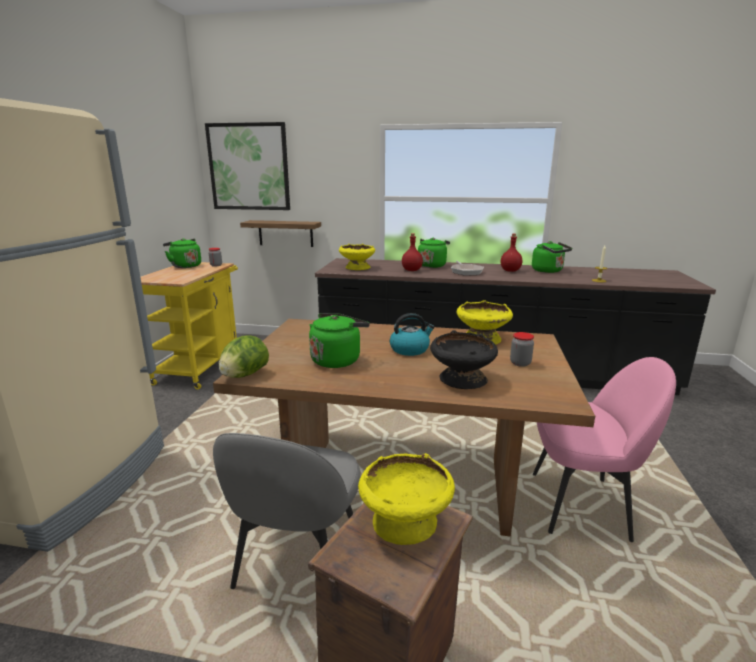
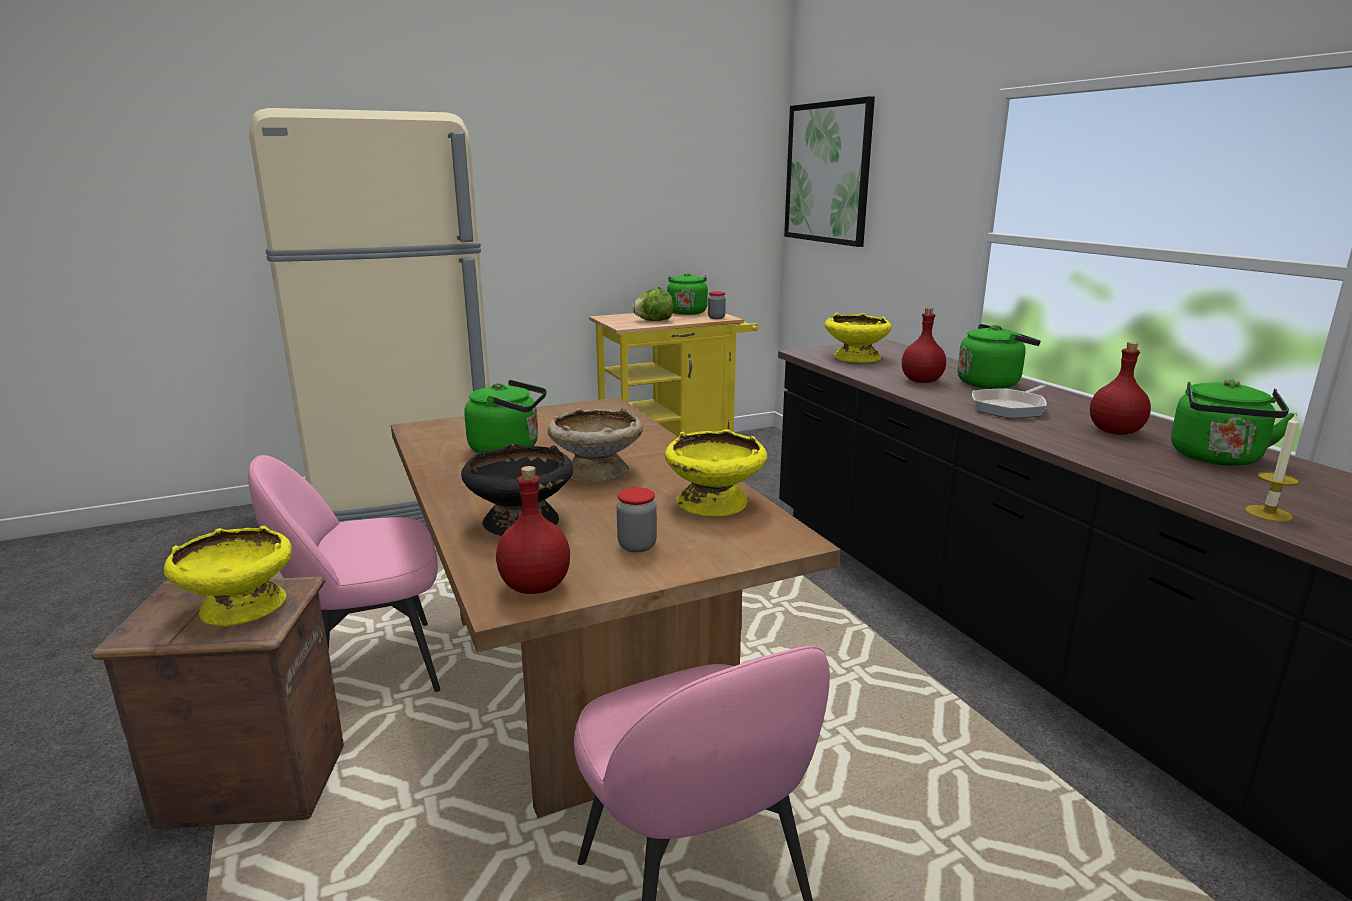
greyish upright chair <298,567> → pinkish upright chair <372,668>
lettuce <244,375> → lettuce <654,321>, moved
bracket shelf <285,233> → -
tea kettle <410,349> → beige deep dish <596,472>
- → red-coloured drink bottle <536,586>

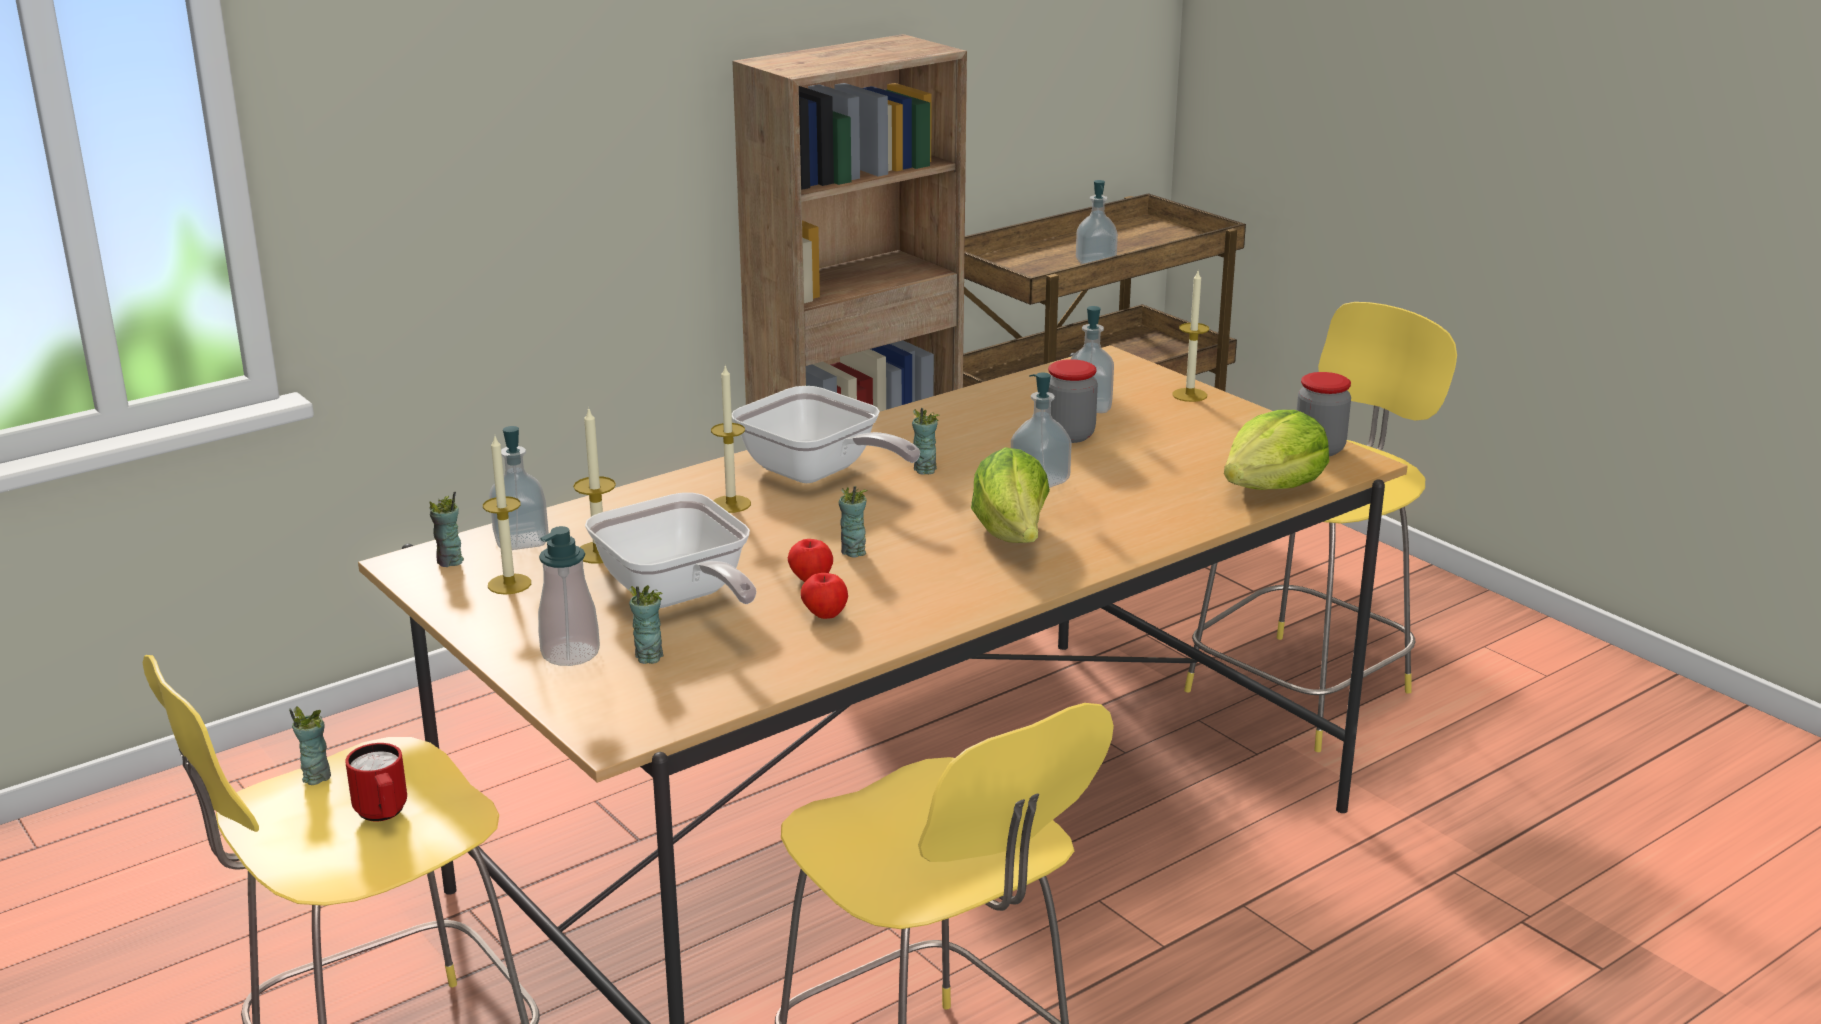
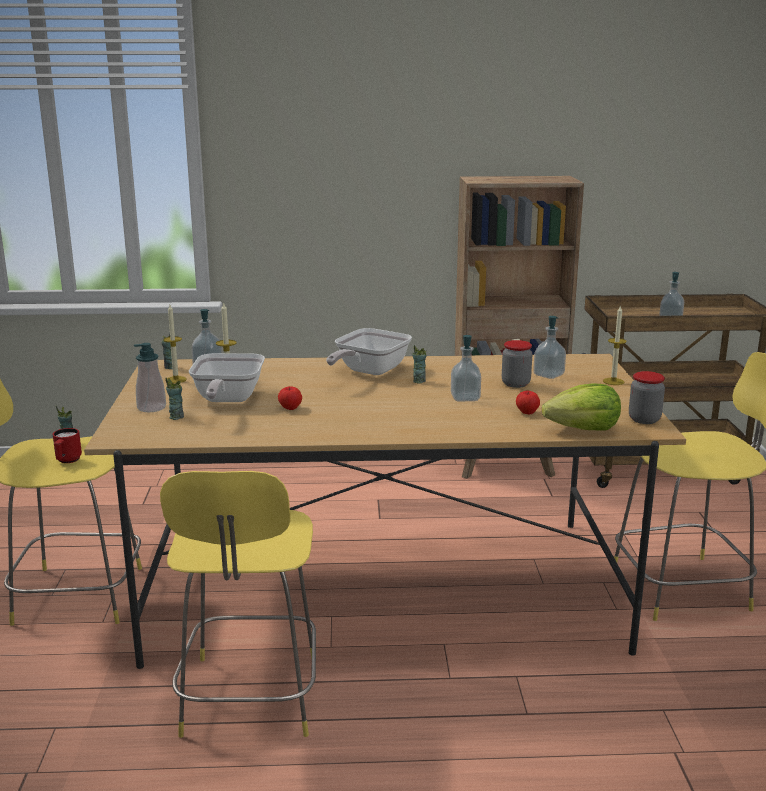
wax candle <731,504> → -
skillet <817,474> → skillet <368,372>, 45 degrees clockwise
whole apple <824,615> → whole apple <527,412>, moved
drinking cup <853,551> → -
lettuce <1013,537> → -

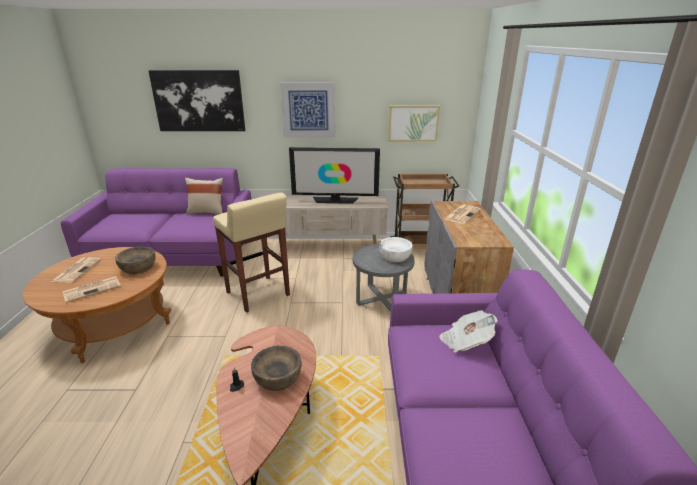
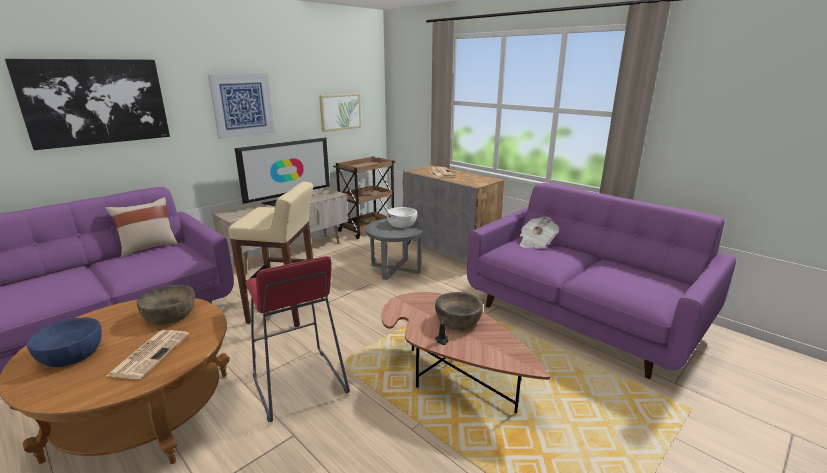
newspaper <77,270> → blue-coloured deep dish <71,354>
- → red-coloured sitting stool <298,384>

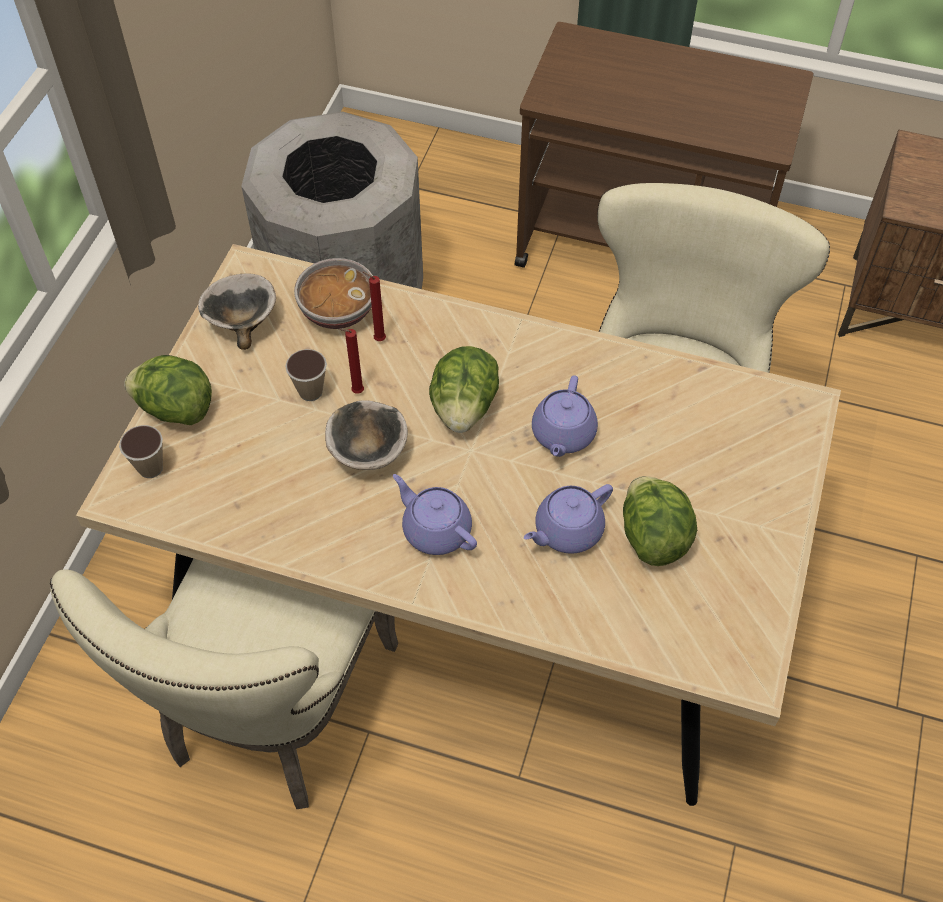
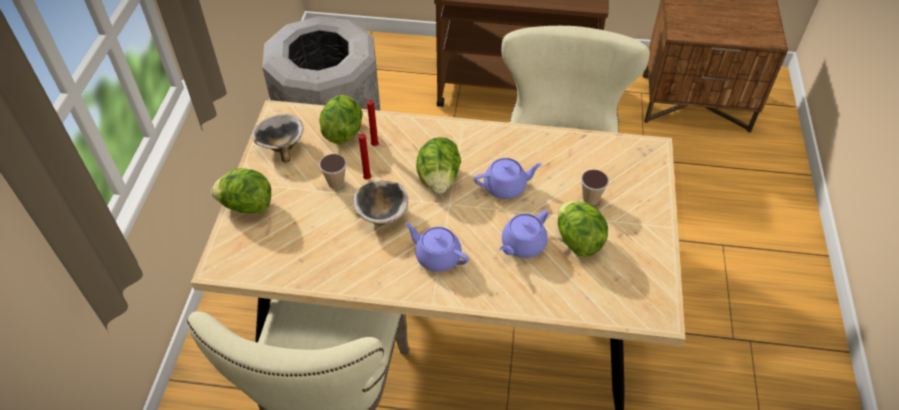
drinking cup <150,468> → drinking cup <590,198>, moved
deep dish <337,311> → lettuce <343,131>
purple pot for tea <563,434> → purple pot for tea <506,187>, 105 degrees counterclockwise

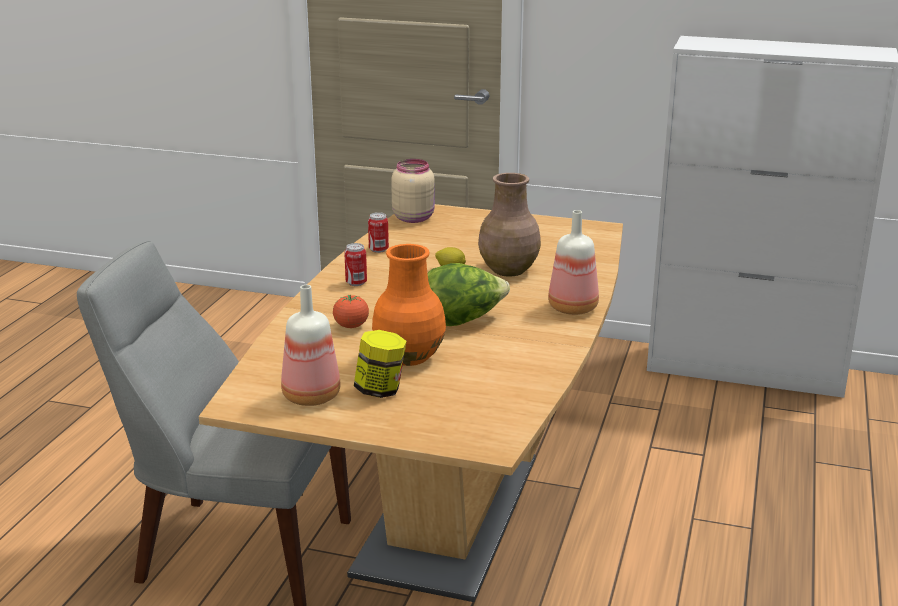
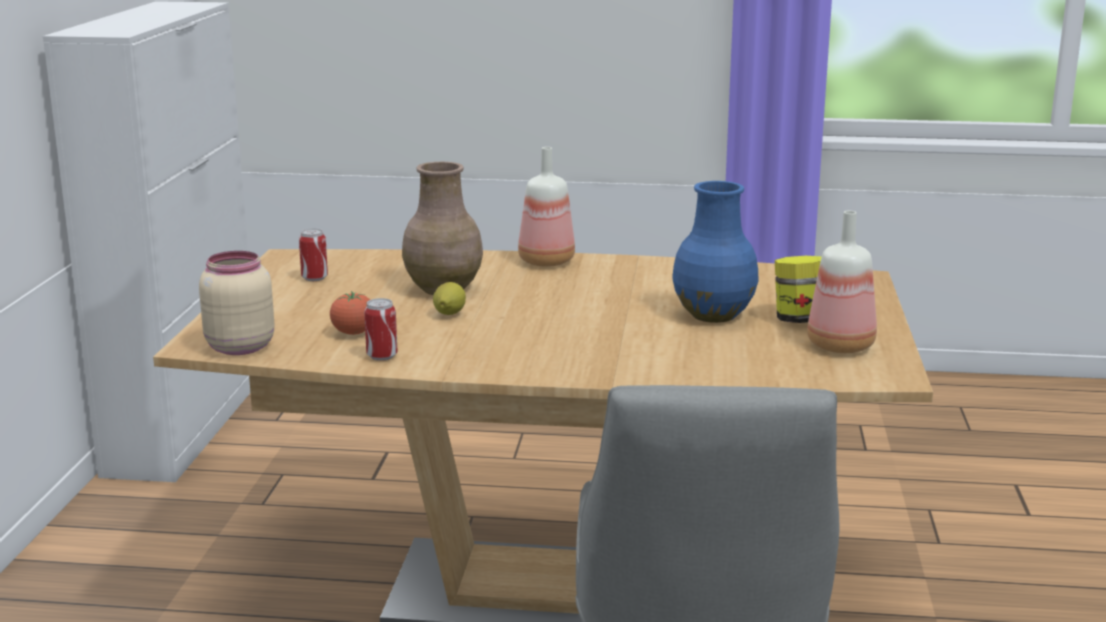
fresh tomato <351,326> → fresh tomato <353,333>, moved
metal can <356,283> → metal can <314,278>, moved
orangey decorative vase <410,356> → blue-coloured decorative vase <712,315>
lettuce <462,320> → -

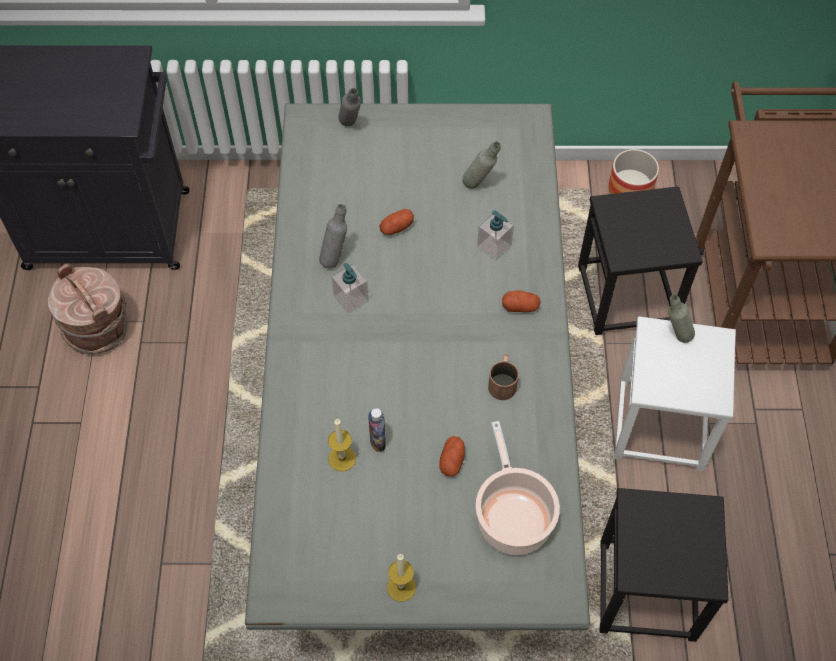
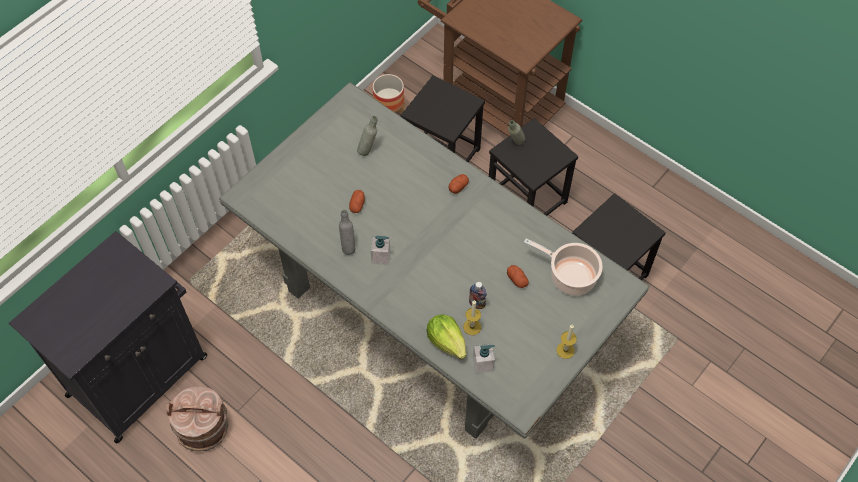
greyish drink bottle <351,127> → -
liquid soap bottle <494,247> → liquid soap bottle <483,364>, moved
brown tea mug <503,381> → -
white-coloured sitting stool <661,425> → black-coloured sitting stool <527,199>
- → lettuce <447,341>

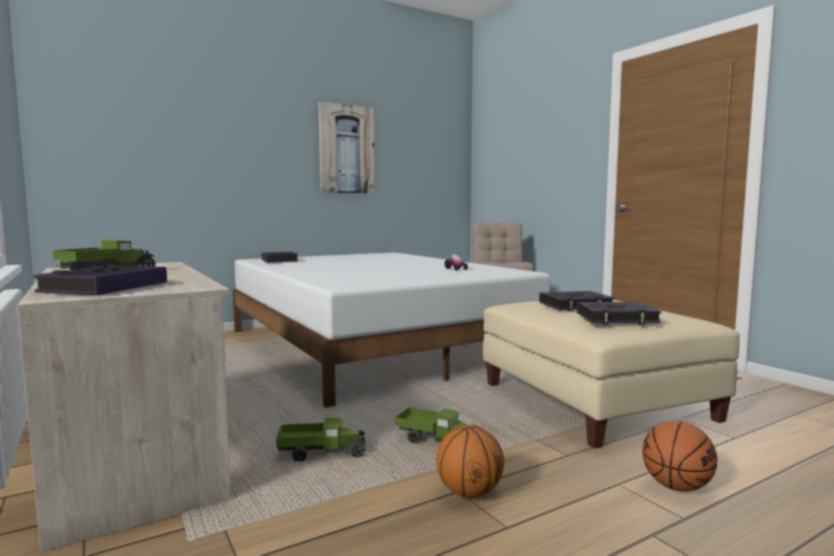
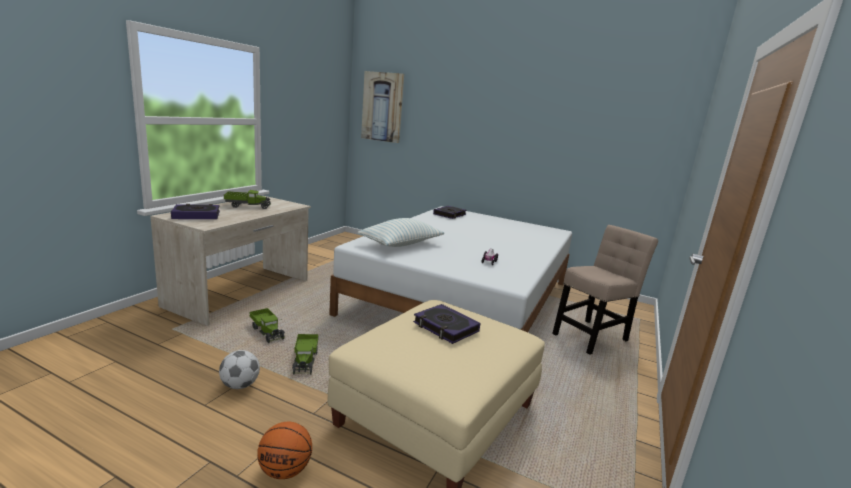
wall art <346,149> → wall art <382,107>, moved
basketball <469,493> → football ball <240,385>
volume <616,319> → -
- → pillow <401,244>

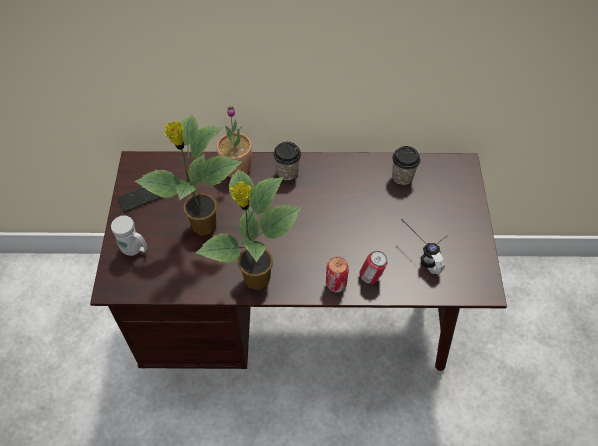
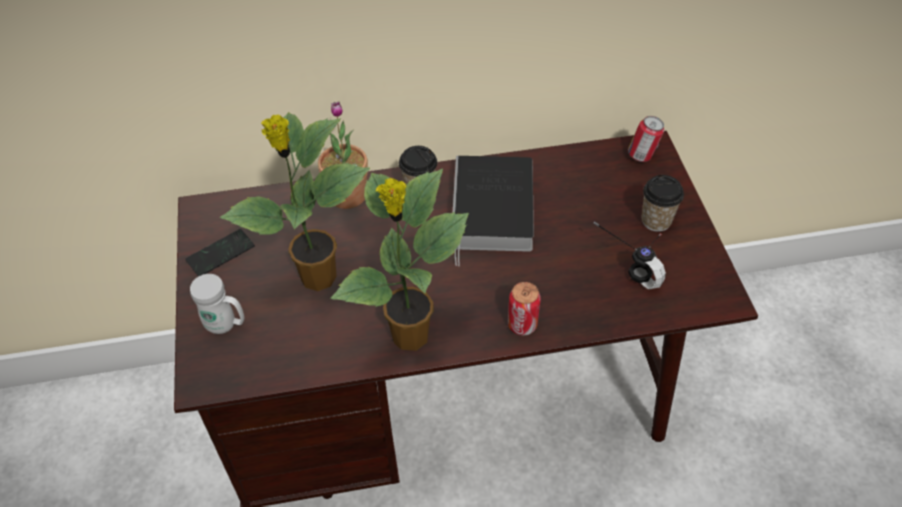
metal can <371,277> → metal can <642,156>, moved
drinking cup <402,177> → drinking cup <656,220>, moved
- → volume <493,212>

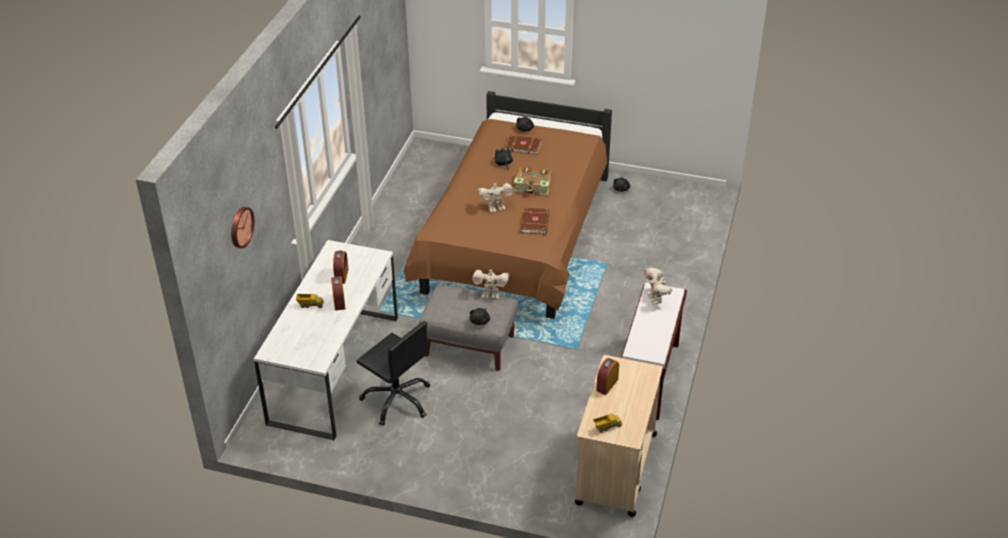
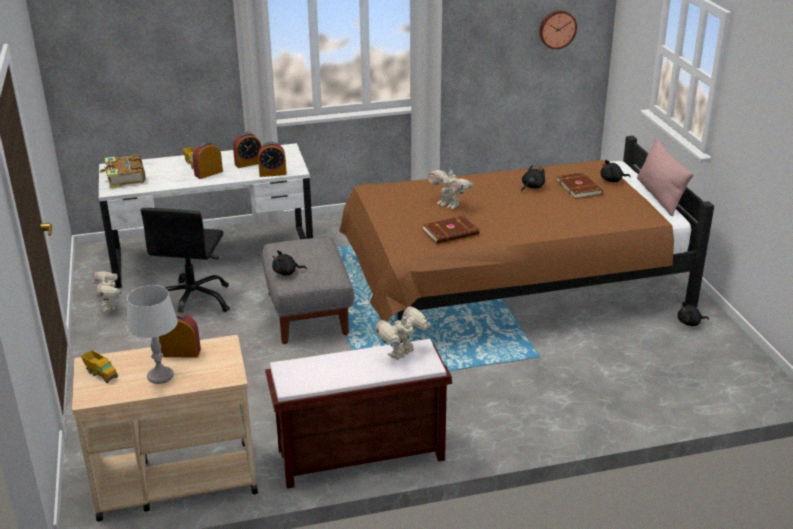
clock on the wall <240,227> → clock on the wall <557,29>, moved
toy robot <490,294> → toy robot <110,306>, moved
volume <533,187> → volume <124,178>, moved
- → greyish tabletop lamp <160,376>
- → alarm clock <272,173>
- → pinkish pillow <659,196>

